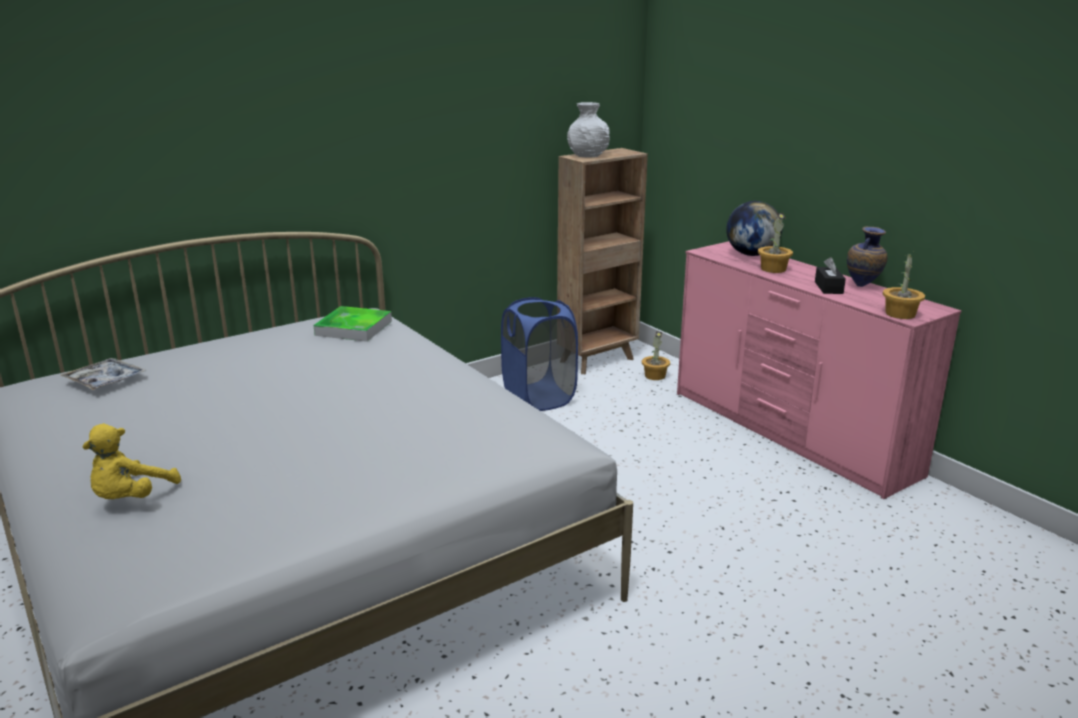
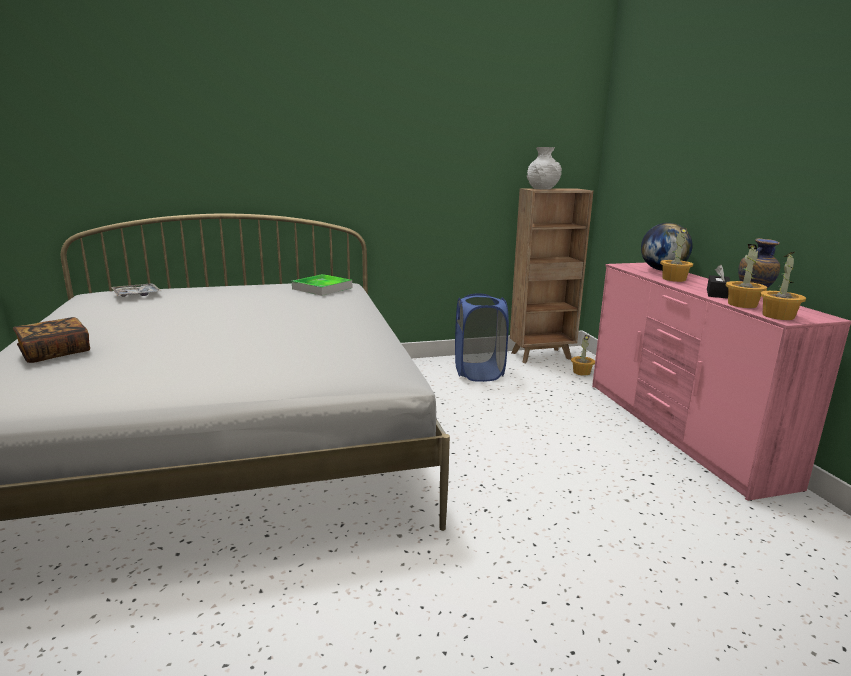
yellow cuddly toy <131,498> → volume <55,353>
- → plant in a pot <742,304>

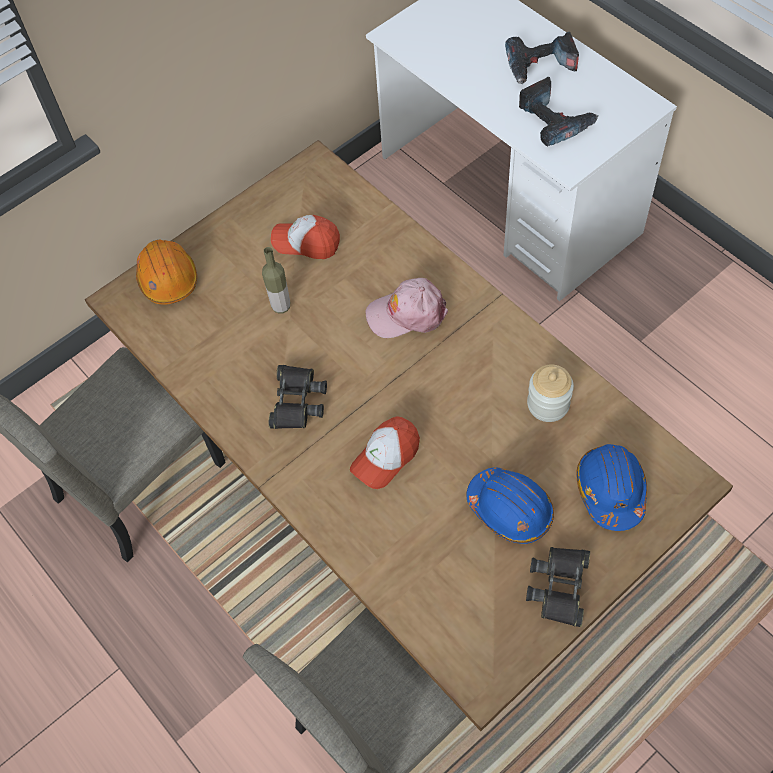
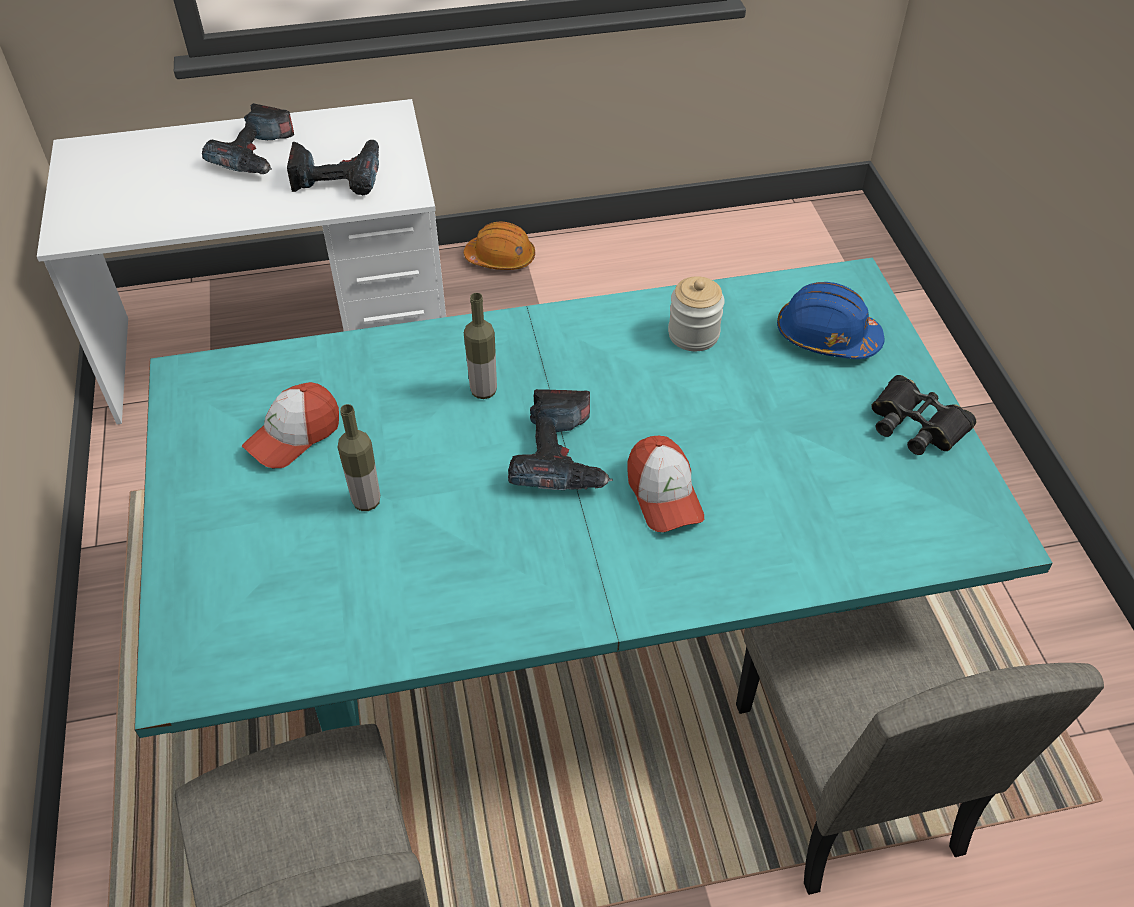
brown dining table <399,491> → turquoise-coloured dining table <570,630>
orangey safety helmet <168,278> → orangey safety helmet <501,258>, moved
black-coloured binoculars <297,401> → -
pinkish cap <407,313> → drink bottle <483,391>
blue-coloured safety helmet <510,509> → -
- → power drill <562,455>

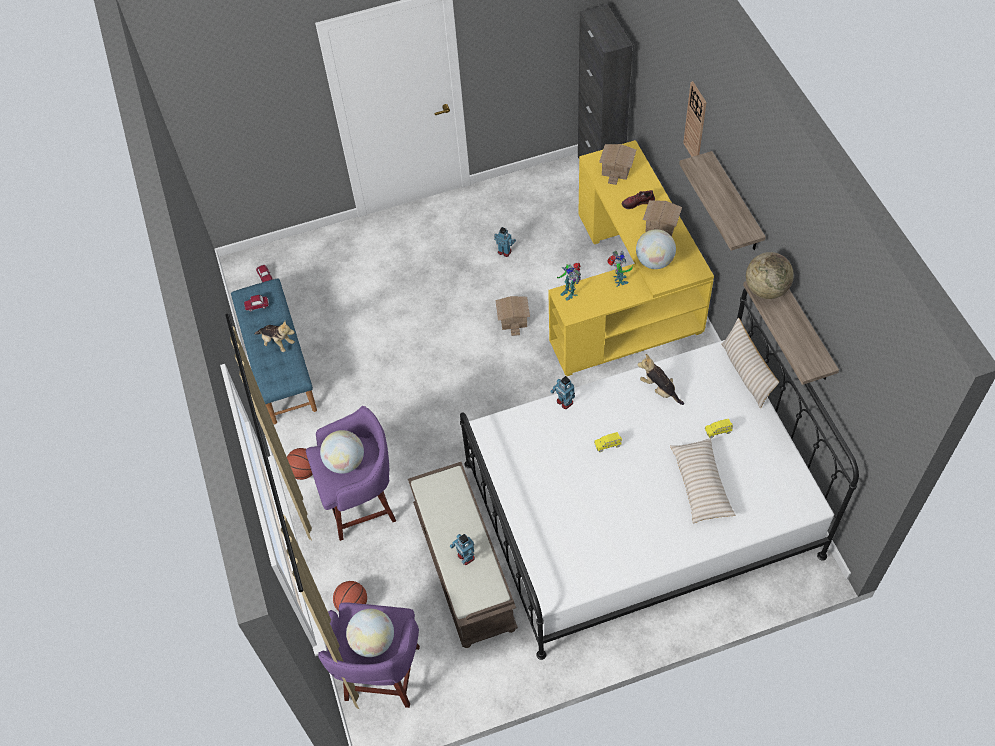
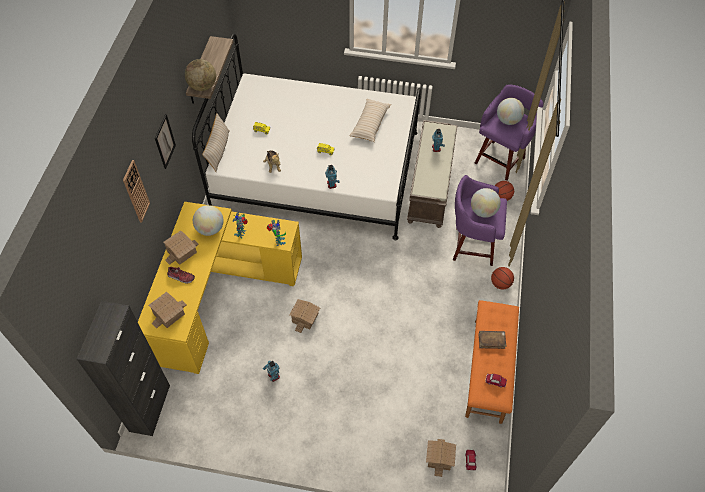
blue-coloured indoor bench <279,365> → orangey indoor bench <488,370>
cuddly toy <277,342> → brown volume <491,341>
beige pillow <701,485> → beige pillow <370,124>, moved
bracket shelf <736,204> → wall art <165,141>
- → toy house <440,457>

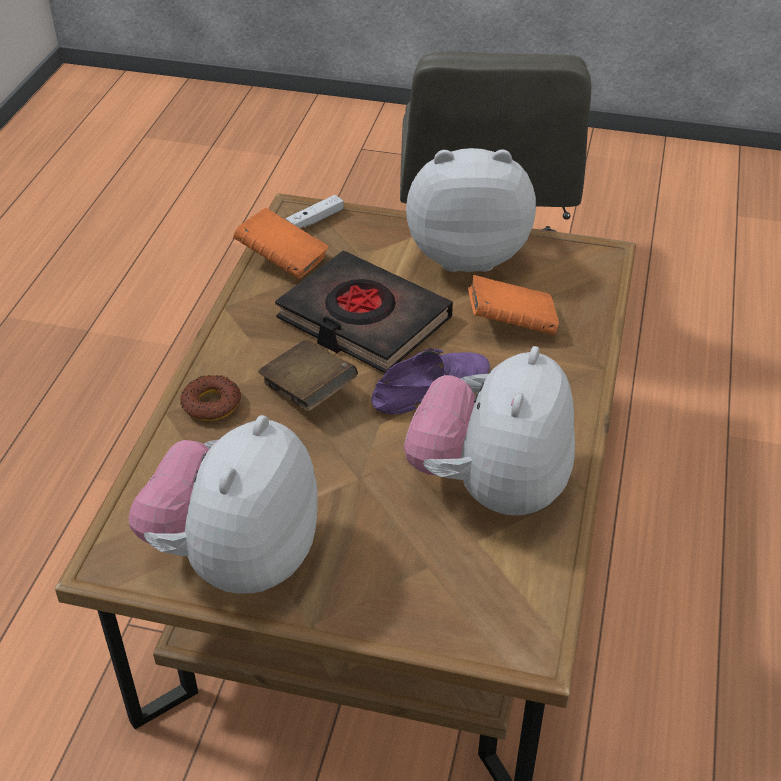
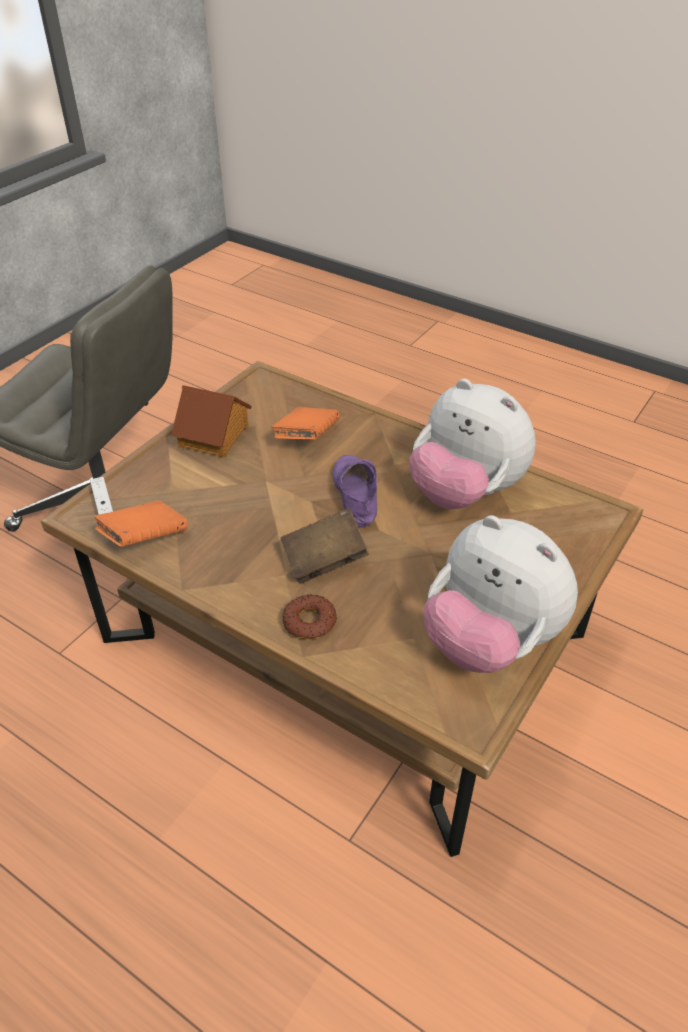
black-coloured volume <363,320> → -
cuddly toy <466,254> → toy house <215,436>

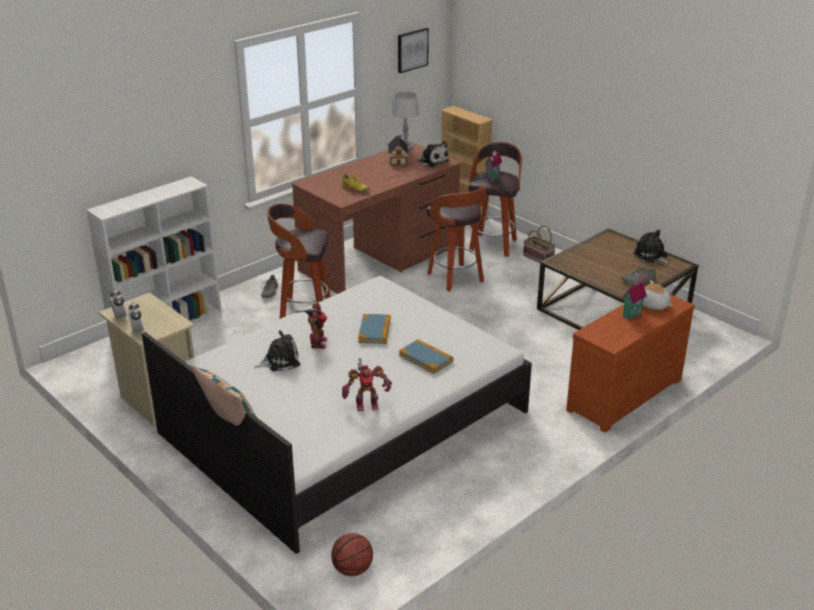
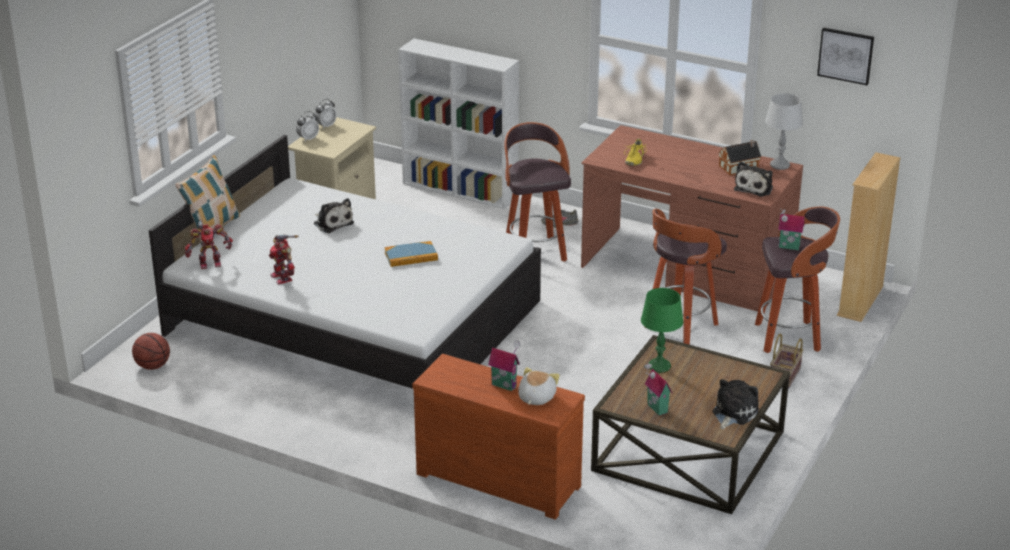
toy robot <317,343> → toy robot <209,263>, moved
volume <425,358> → -
greyish low shoe <638,281> → toy house <655,409>
- → greenish tabletop lamp <659,366>

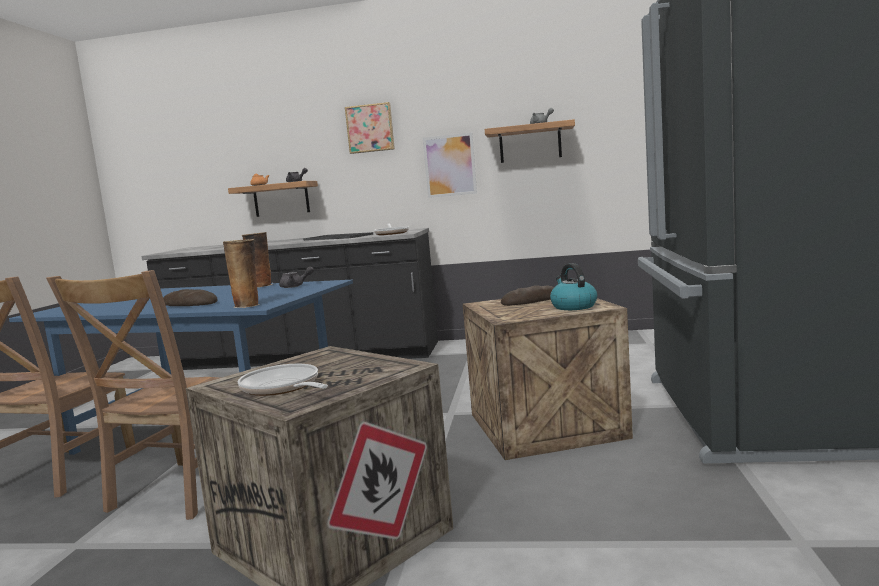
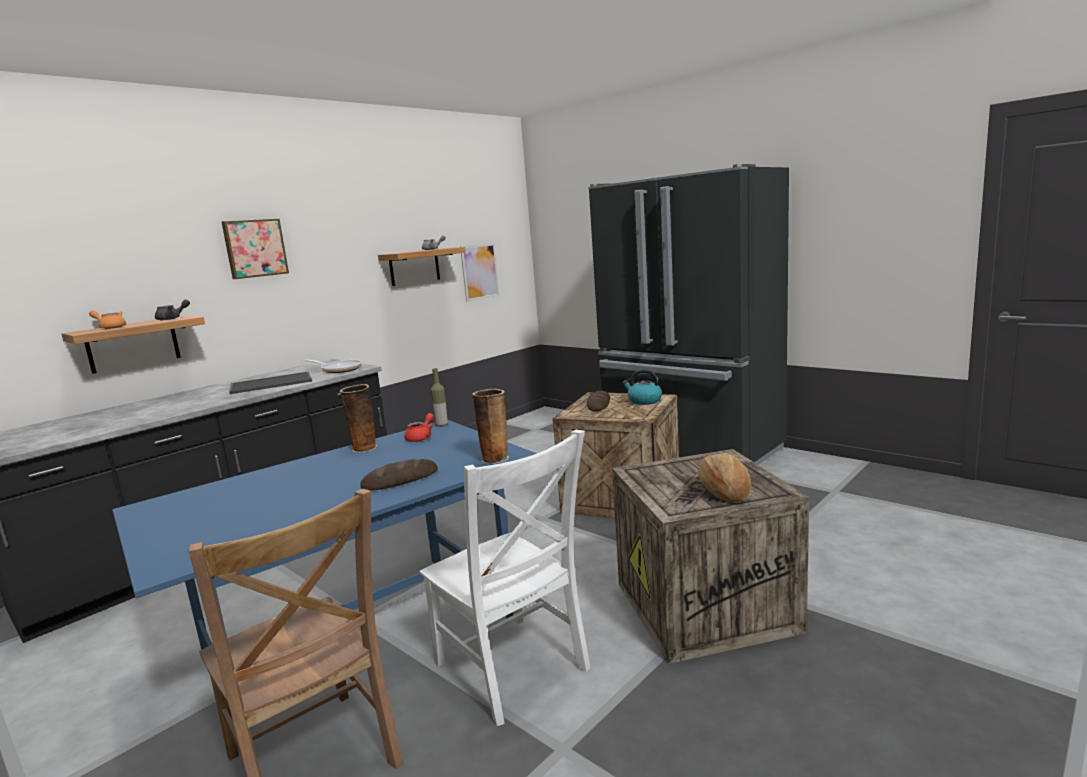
brown upright chair <180,491> → white-coloured upright chair <513,670>
skillet <283,388> → bakery bread <724,491>
greyish pot for tea <295,286> → red-coloured pot for tea <421,437>
wall art <450,165> → wall art <480,271>, moved
- → drink bottle <441,425>

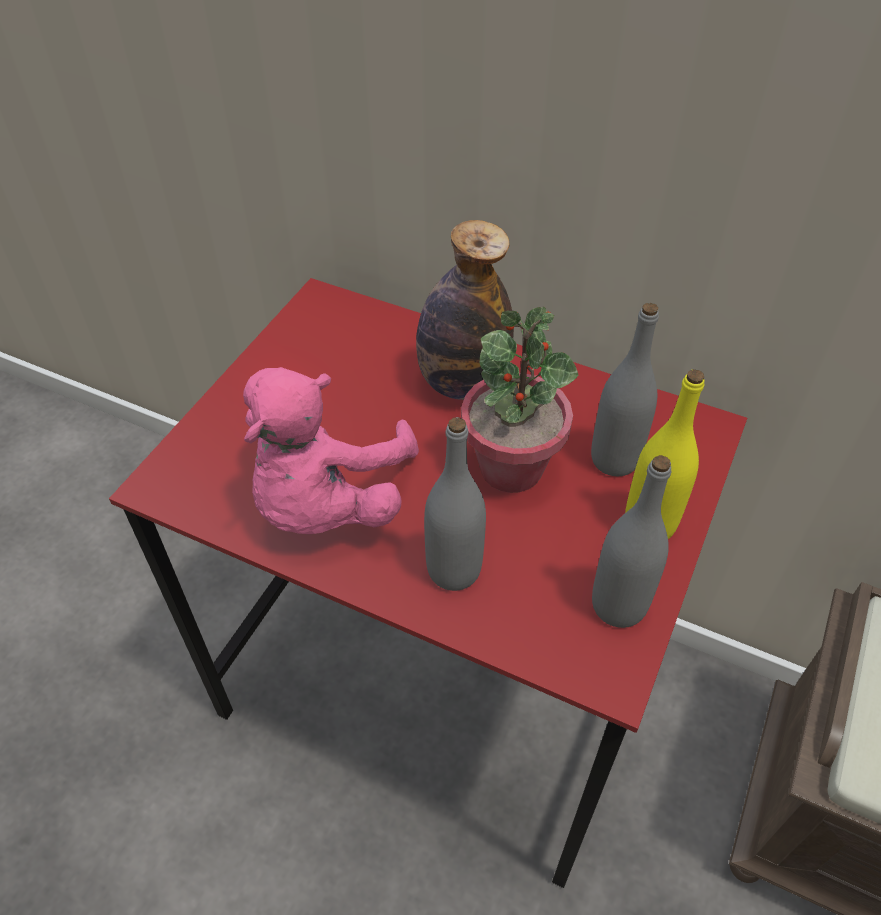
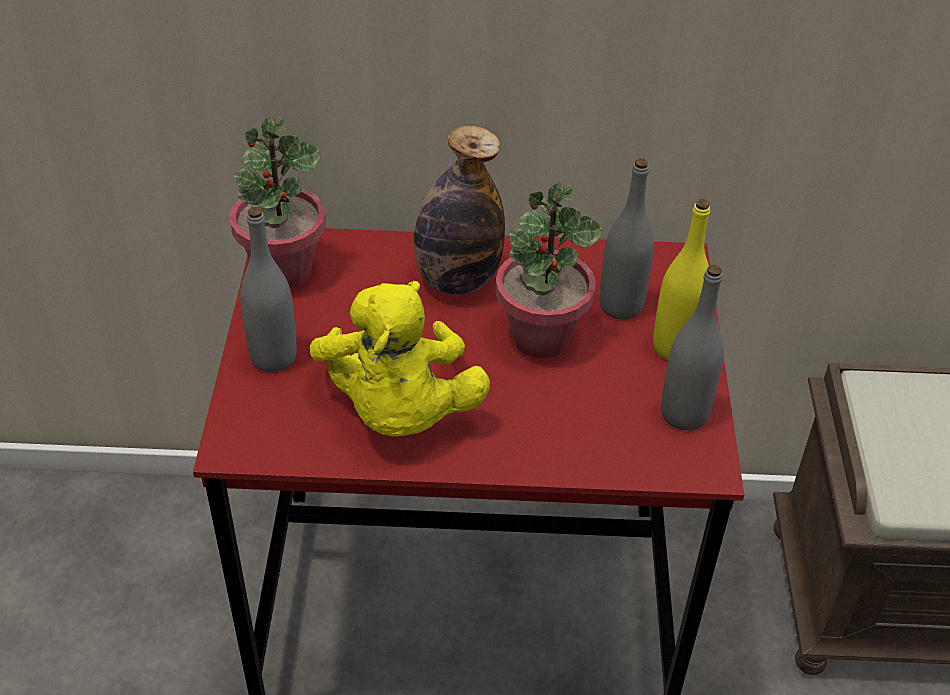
pinkish cuddly toy <326,501> → yellow cuddly toy <399,411>
greyish drink bottle <454,570> → greyish drink bottle <273,357>, moved
- → plant in a pot <283,270>

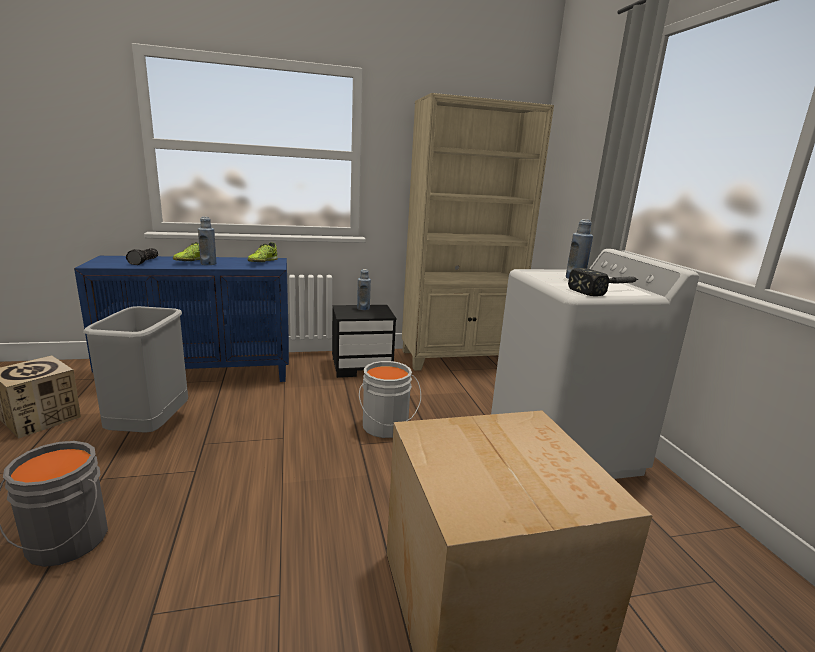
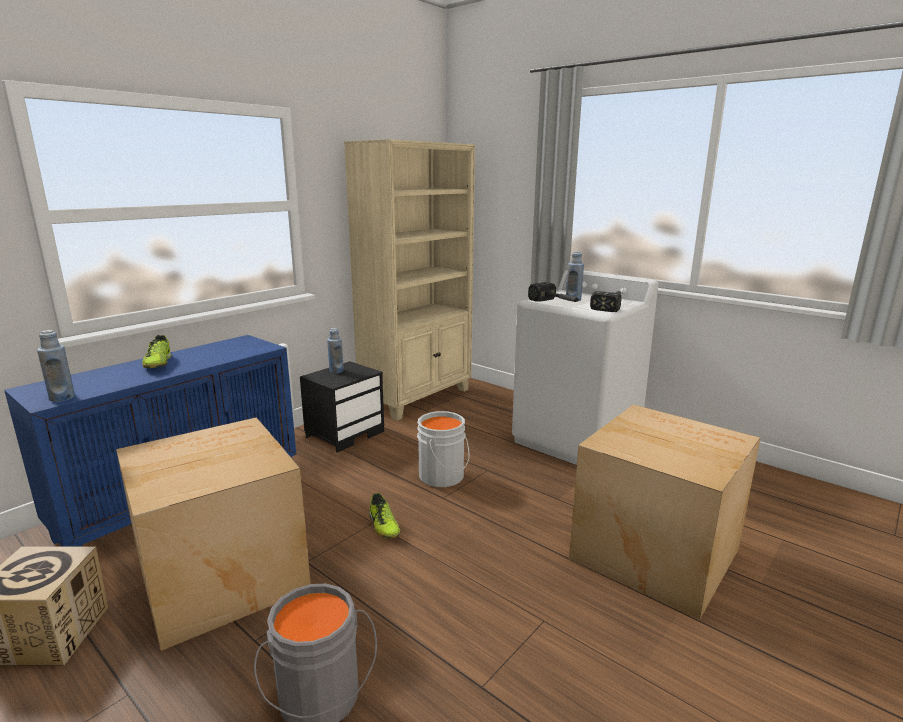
greyish rubbish bin <149,427> → cardboard box <220,576>
hand torch <145,262> → -
blue-coloured drink bottle <208,264> → blue-coloured drink bottle <62,398>, moved
low shoe <262,262> → low shoe <383,526>, moved
- → hammer <557,303>

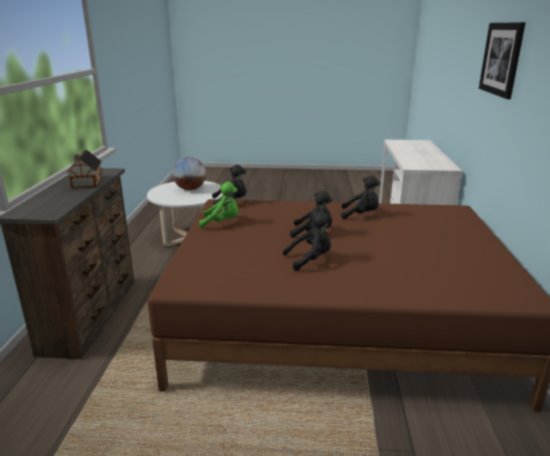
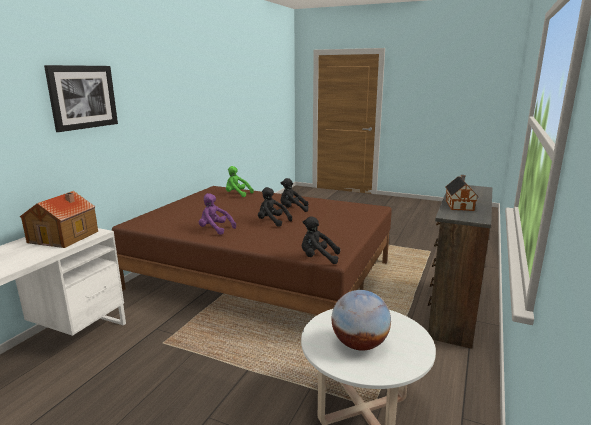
greenish cuddly toy <222,222> → greenish cuddly toy <237,194>, moved
black-coloured cuddly toy <361,215> → purple cuddly toy <215,229>
- → toy house <65,237>

